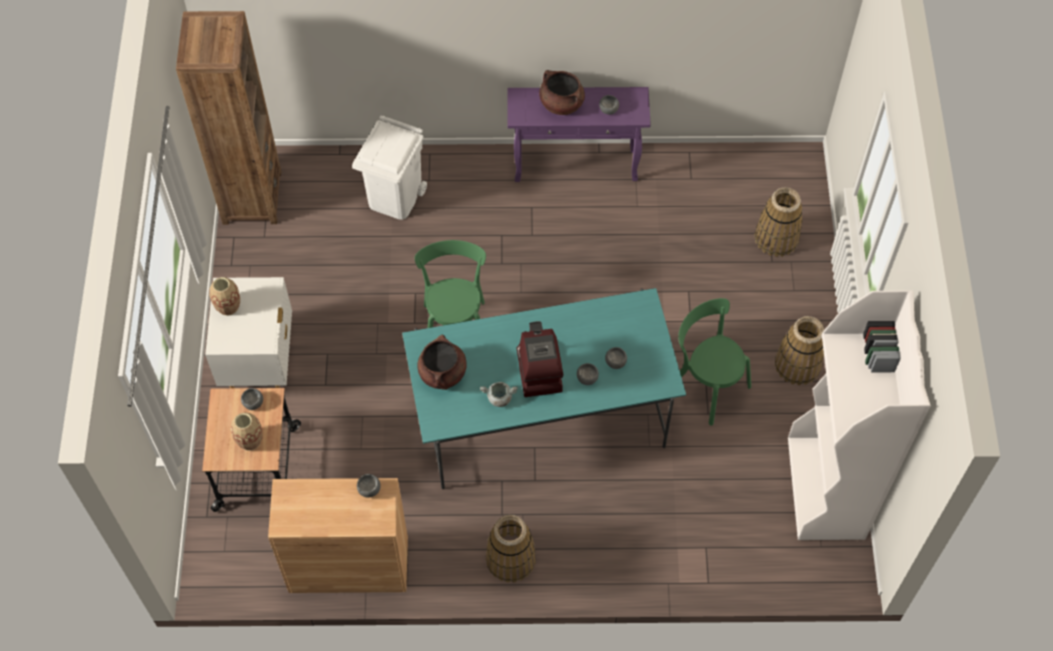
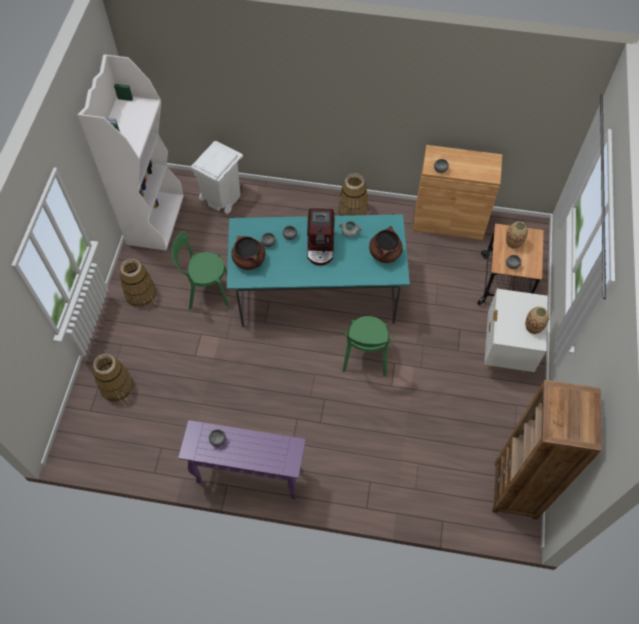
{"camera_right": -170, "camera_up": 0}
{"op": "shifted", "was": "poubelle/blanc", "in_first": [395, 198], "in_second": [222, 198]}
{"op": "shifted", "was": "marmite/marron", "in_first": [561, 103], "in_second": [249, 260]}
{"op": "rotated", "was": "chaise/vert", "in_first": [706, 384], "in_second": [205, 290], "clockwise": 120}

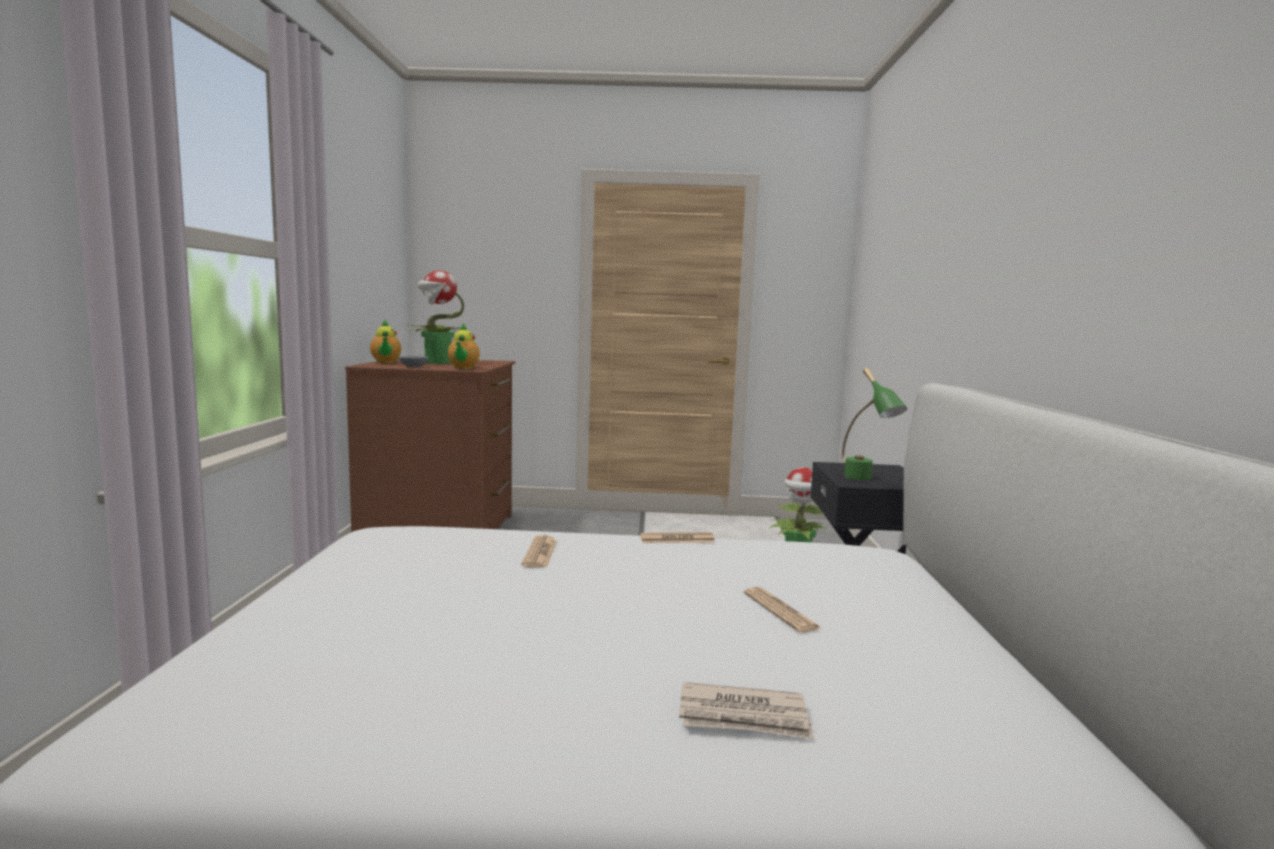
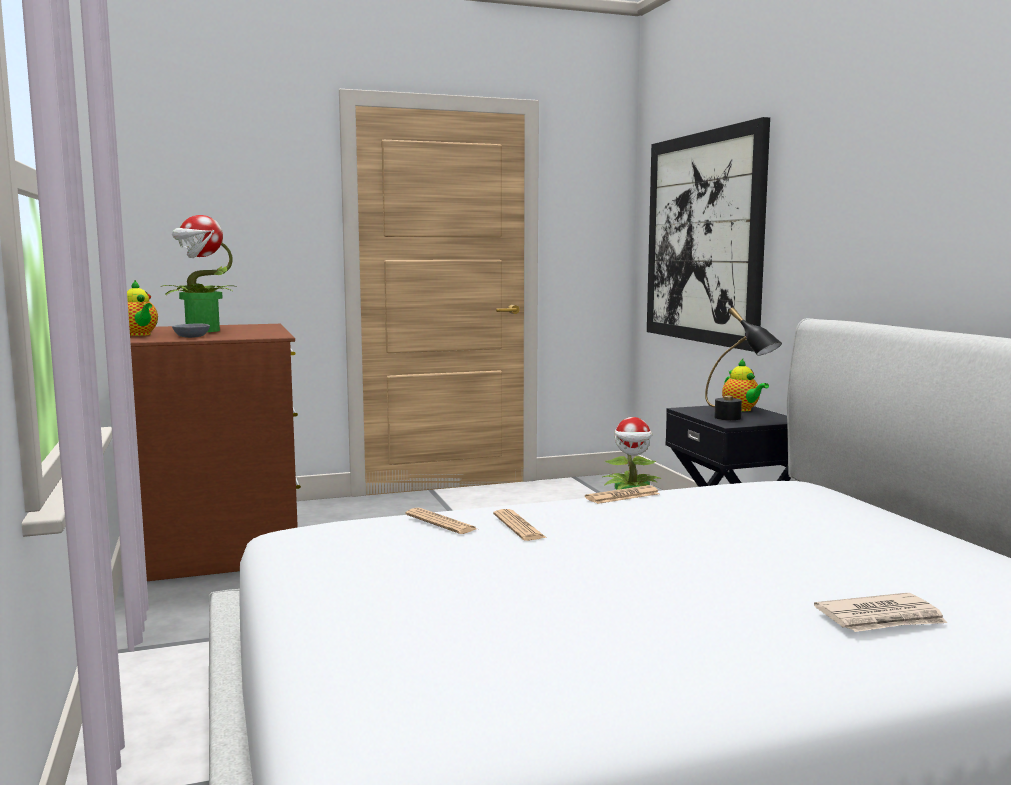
{"camera_right": -20, "camera_up": 0}
{"op": "new", "now": "tableau", "in_second": [703, 238]}
{"op": "shifted", "was": "théière", "in_first": [463, 368], "in_second": [742, 410]}
{"op": "shifted", "was": "journal", "in_first": [780, 611], "in_second": [441, 522]}
{"op": "repainted", "was": "lampe de table/vert", "now": "lampe de table/noir", "in_first": [865, 480], "in_second": [738, 419]}

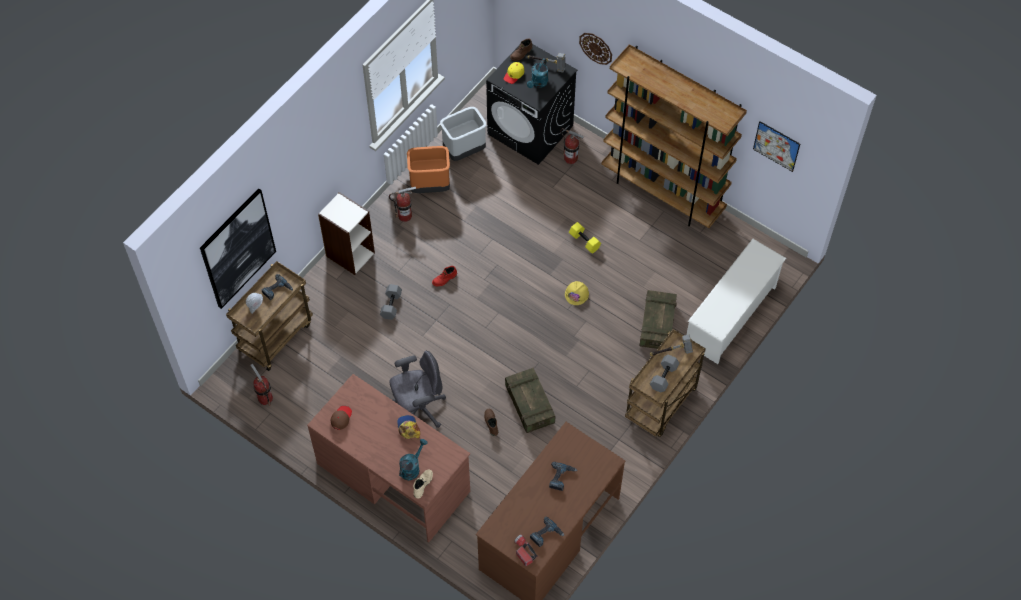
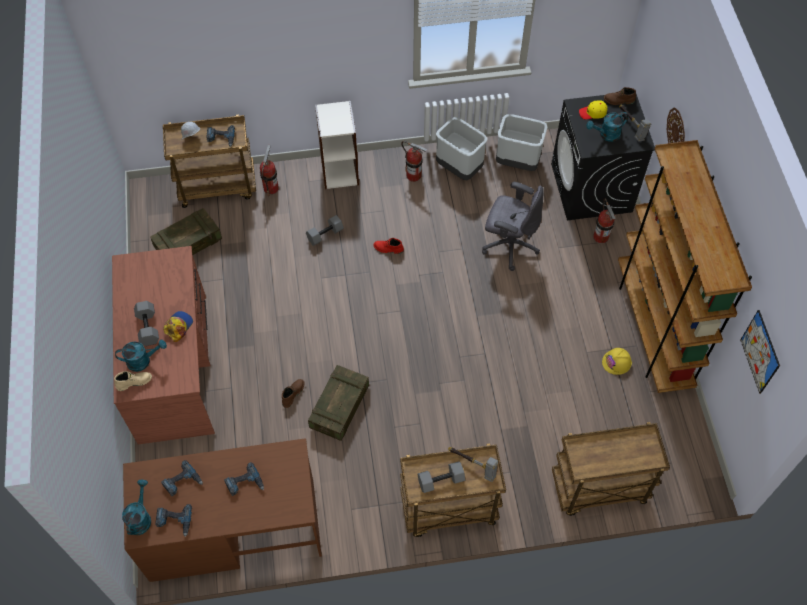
{"camera_right": 45, "camera_up": 0}
{"op": "gone", "was": "tableau", "in_first": [238, 248]}
{"op": "gone", "was": "casquette/marron", "in_first": [341, 418]}
{"op": "gone", "was": "haltère/jaune", "in_first": [584, 241]}
{"op": "new", "now": "haltère/gris", "in_second": [149, 328]}
{"op": "new", "now": "perceuse", "in_second": [182, 482]}
{"op": "shifted", "was": "extincteur", "in_first": [265, 398], "in_second": [271, 188]}
{"op": "shifted", "was": "chaise de bureau/gris", "in_first": [418, 408], "in_second": [509, 245]}
{"op": "shifted", "was": "casque de chantier/jaune", "in_first": [577, 294], "in_second": [617, 362]}
{"op": "shifted", "was": "caisse", "in_first": [657, 325], "in_second": [188, 244]}
{"op": "swapped", "was": "lampe de poche", "now": "arrosoir/turquoise", "in_first": [524, 551], "in_second": [140, 517]}
{"op": "swapped", "was": "étagère à chaussures/blanc", "now": "chariot/marron", "in_first": [731, 316], "in_second": [598, 489]}
{"op": "repainted", "was": "poubelle/orange", "now": "poubelle/gris", "in_first": [430, 186], "in_second": [459, 168]}

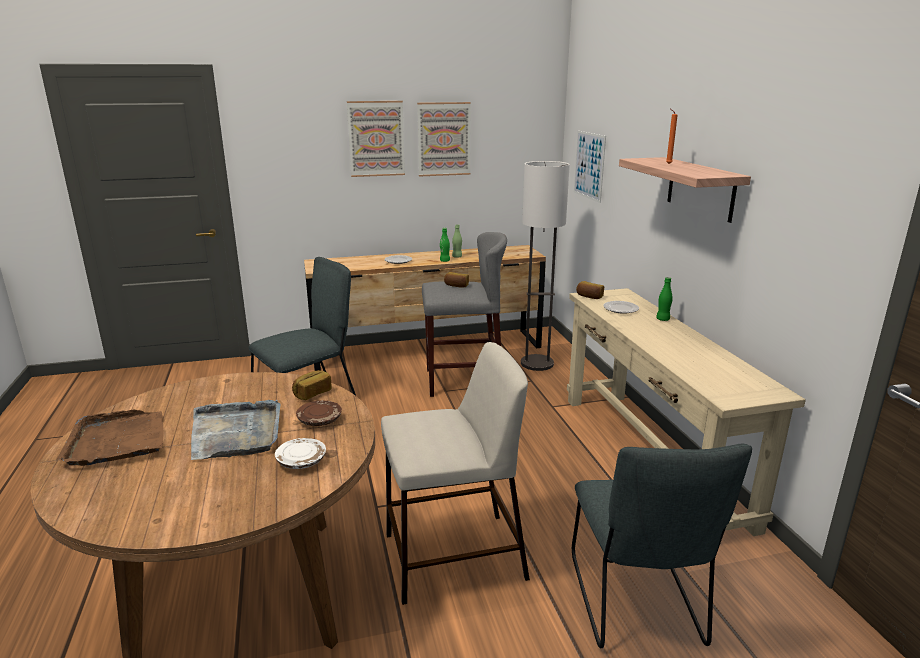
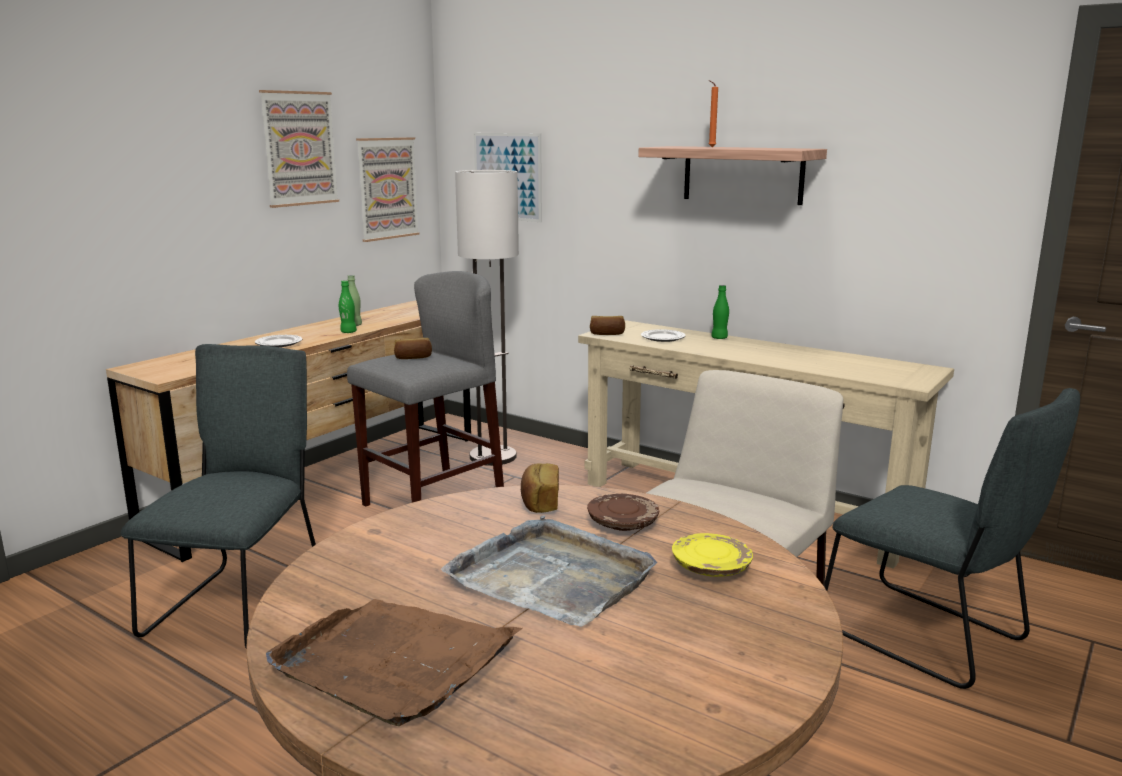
{"camera_right": -40, "camera_up": -5}
{"op": "shifted", "was": "tableau", "in_first": [376, 138], "in_second": [387, 188]}
{"op": "repainted", "was": "assiette/blanc", "now": "assiette/jaune", "in_first": [301, 461], "in_second": [711, 567]}

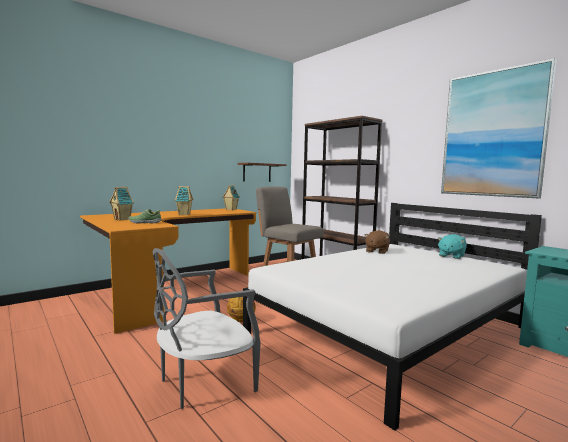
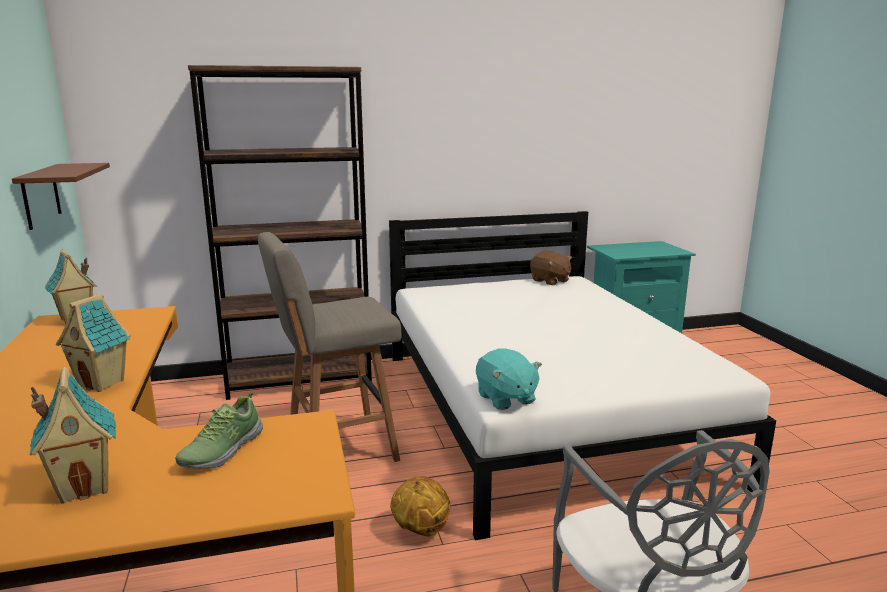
{"camera_right": -65, "camera_up": 10}
{"op": "gone", "was": "tableau", "in_first": [492, 134]}
{"op": "shifted", "was": "peluche/marron", "in_first": [376, 251], "in_second": [550, 281]}
{"op": "shifted", "was": "peluche/turquoise", "in_first": [451, 256], "in_second": [505, 398]}

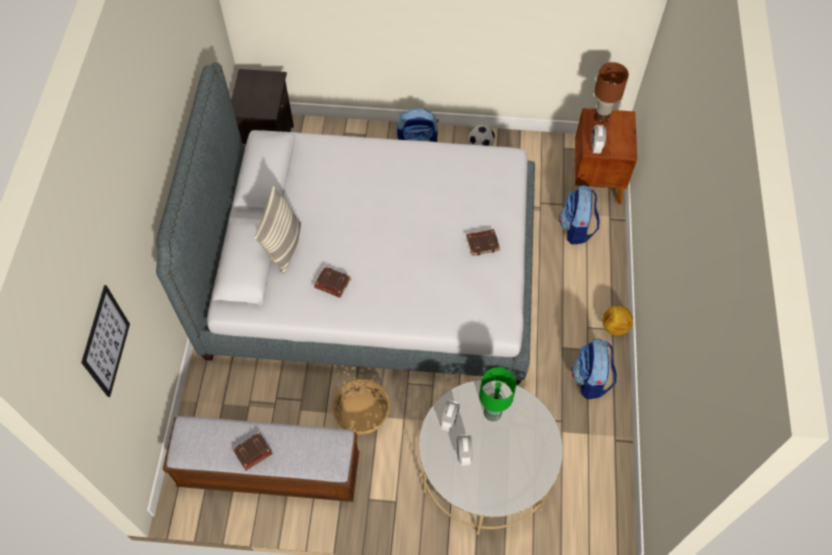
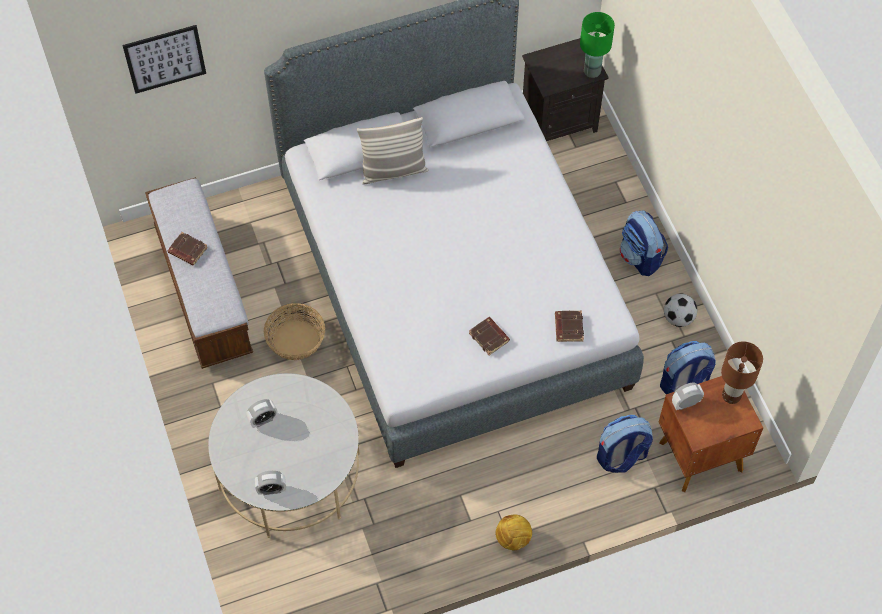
{"camera_right": 65, "camera_up": 0}
{"op": "shifted", "was": "livre/marron", "in_first": [332, 284], "in_second": [568, 327]}
{"op": "shifted", "was": "réveil", "in_first": [449, 420], "in_second": [271, 490]}
{"op": "shifted", "was": "lampe de table/vert", "in_first": [493, 413], "in_second": [592, 71]}
{"op": "shifted", "was": "sac à dos", "in_first": [590, 379], "in_second": [683, 384]}

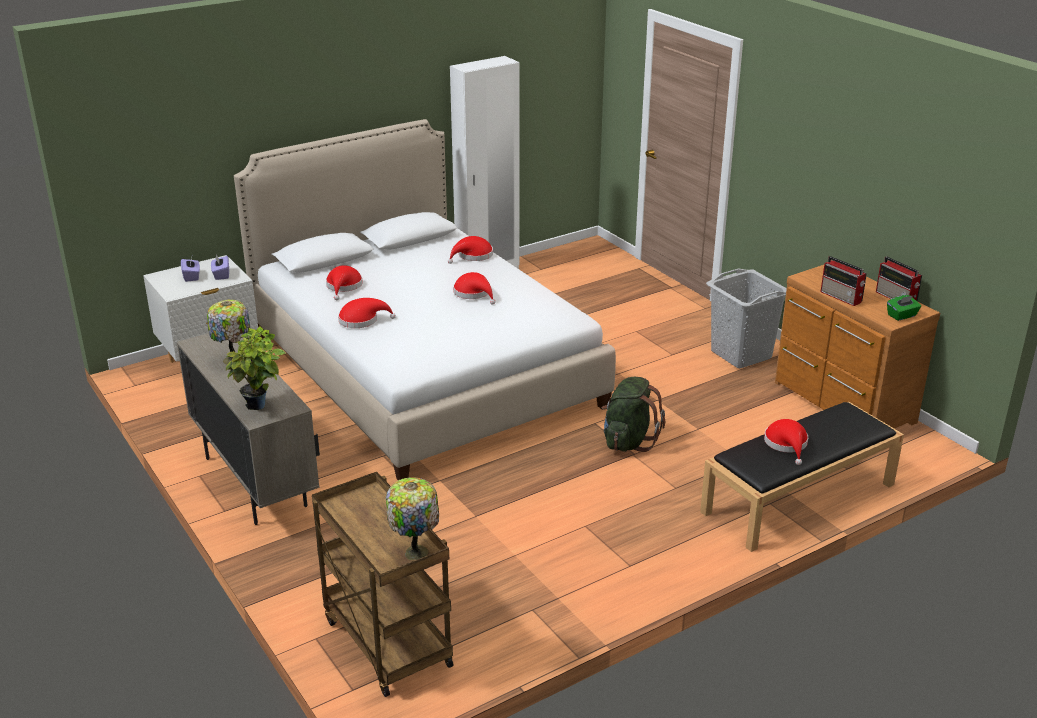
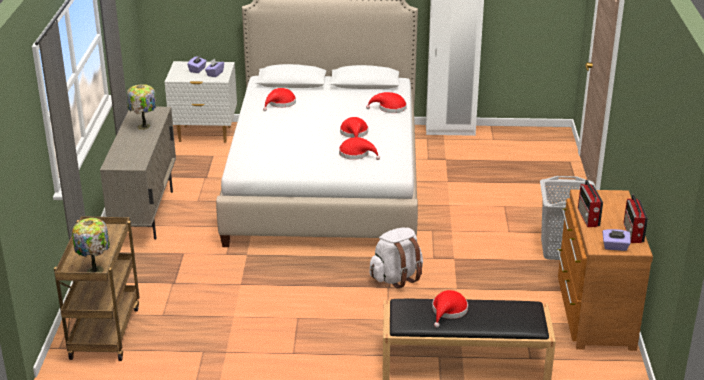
{"camera_right": 35, "camera_up": 0}
{"op": "gone", "was": "plante en pot", "in_first": [260, 407]}
{"op": "shifted", "was": "chapeau/rouge", "in_first": [362, 320], "in_second": [356, 154]}
{"op": "repainted", "was": "sac à dos/vert", "now": "sac à dos/blanc", "in_first": [628, 441], "in_second": [396, 277]}
{"op": "repainted", "was": "boîte à mouchoirs/vert", "now": "boîte à mouchoirs/violet", "in_first": [902, 316], "in_second": [615, 247]}

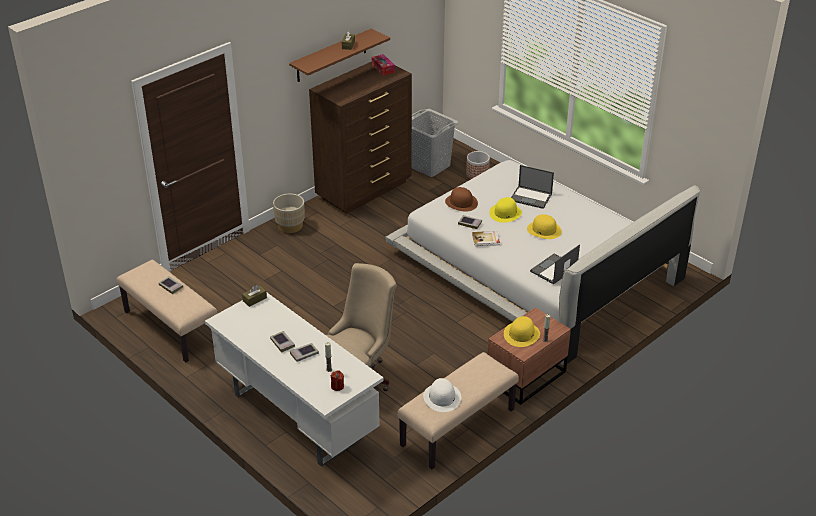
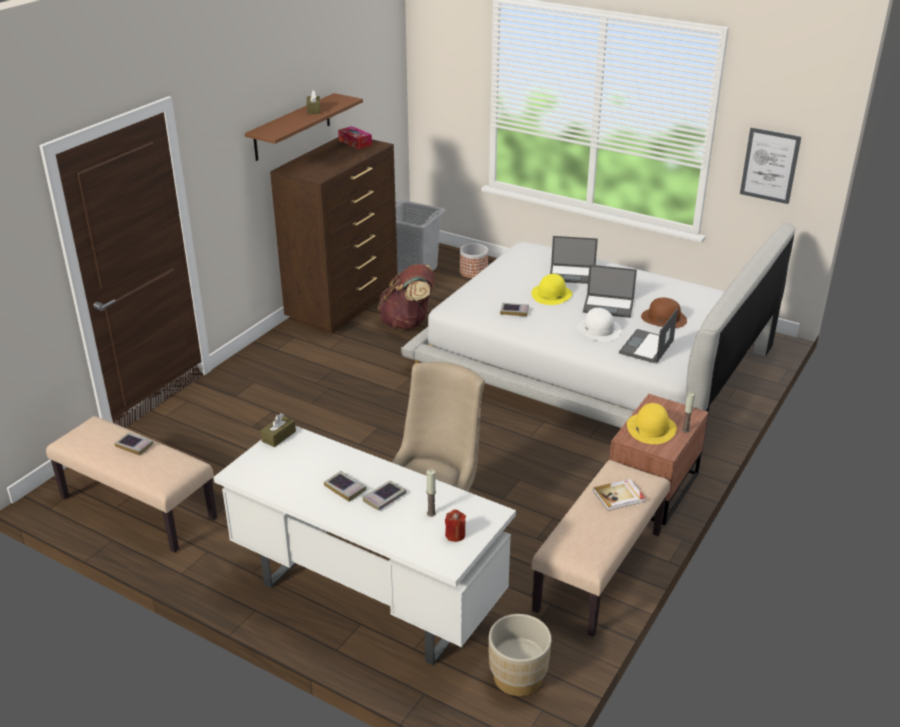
{"camera_right": -15, "camera_up": -5}
{"op": "new", "now": "sac à dos/marron", "in_second": [408, 323]}
{"op": "new", "now": "tableau", "in_second": [770, 165]}
{"op": "shifted", "was": "cache-pot/beige", "in_first": [290, 226], "in_second": [518, 677]}
{"op": "shifted", "was": "chapeau/blanc", "in_first": [442, 397], "in_second": [599, 329]}
{"op": "shifted", "was": "chapeau/marron", "in_first": [461, 202], "in_second": [664, 318]}
{"op": "shifted", "was": "livre", "in_first": [486, 239], "in_second": [619, 496]}
{"op": "swapped", "was": "chapeau/jaune", "now": "ordinateur portable", "in_first": [544, 230], "in_second": [609, 306]}

